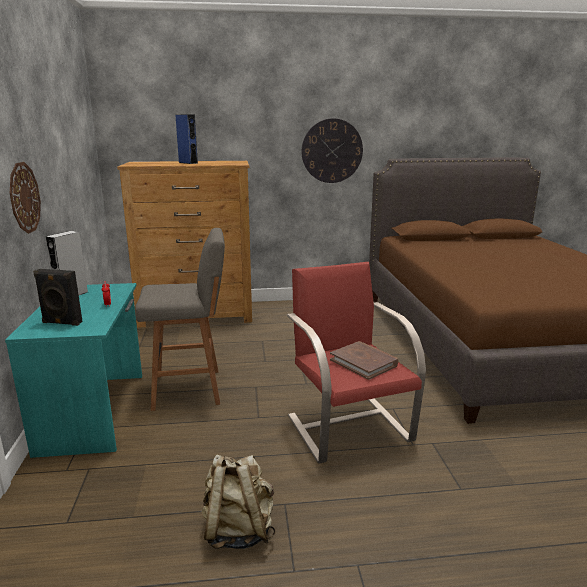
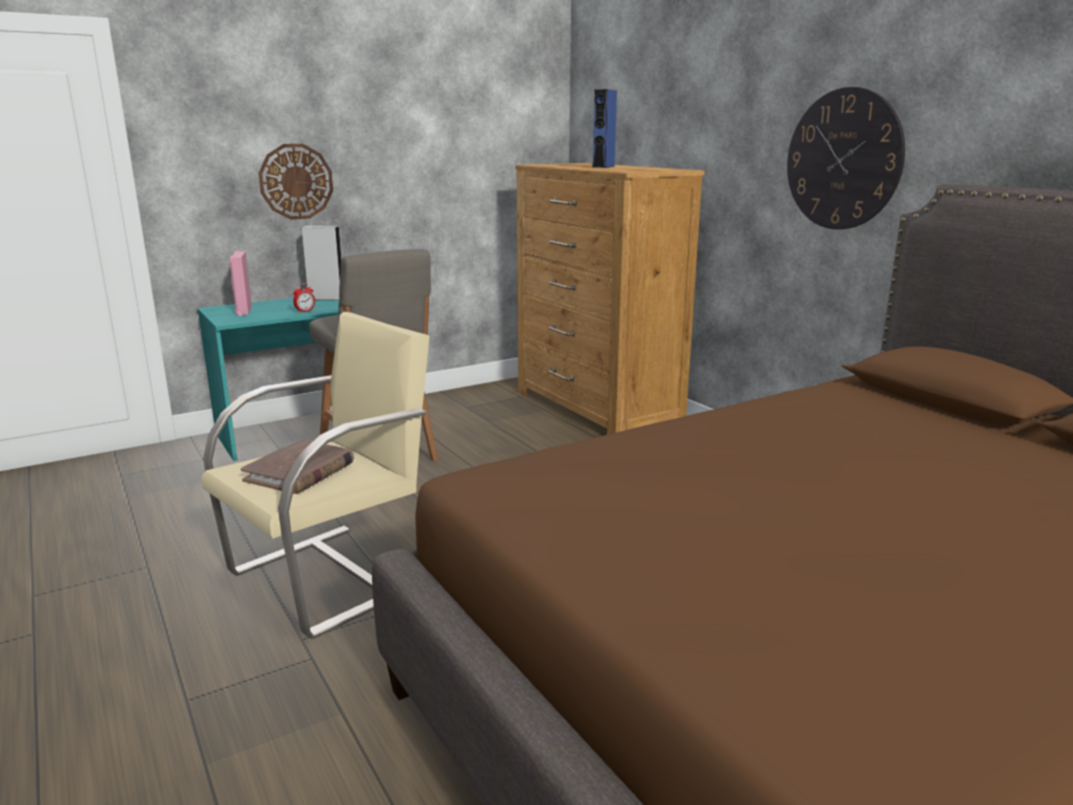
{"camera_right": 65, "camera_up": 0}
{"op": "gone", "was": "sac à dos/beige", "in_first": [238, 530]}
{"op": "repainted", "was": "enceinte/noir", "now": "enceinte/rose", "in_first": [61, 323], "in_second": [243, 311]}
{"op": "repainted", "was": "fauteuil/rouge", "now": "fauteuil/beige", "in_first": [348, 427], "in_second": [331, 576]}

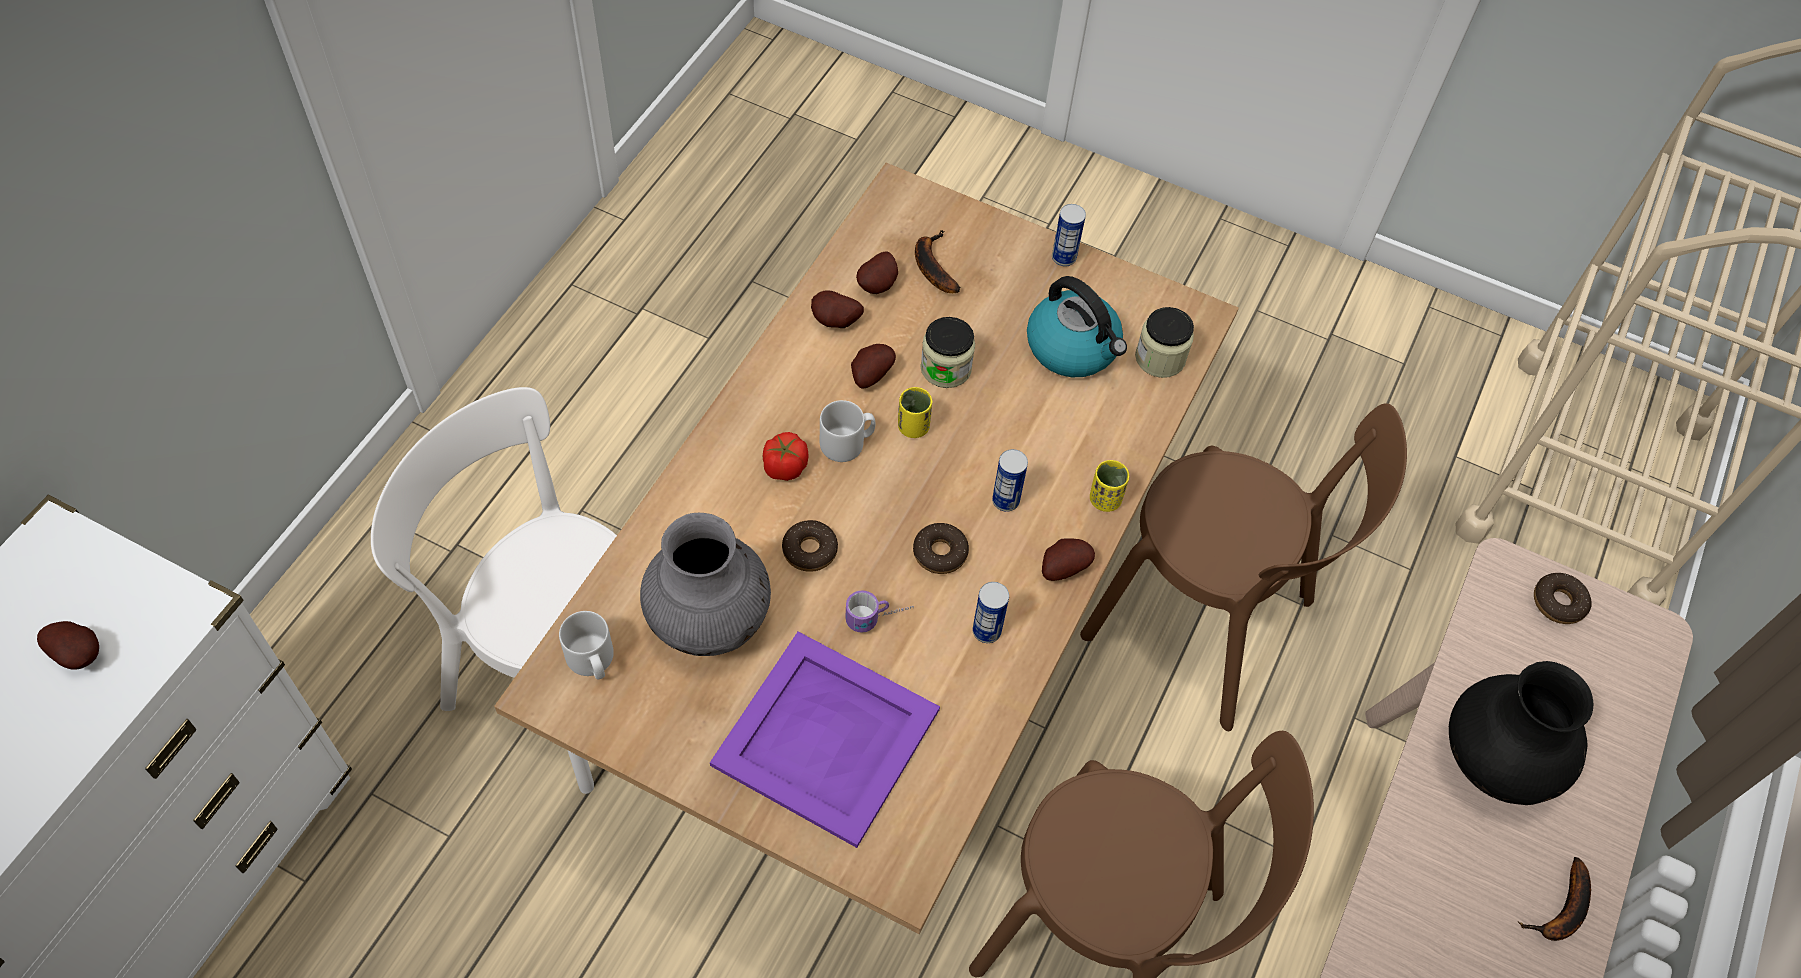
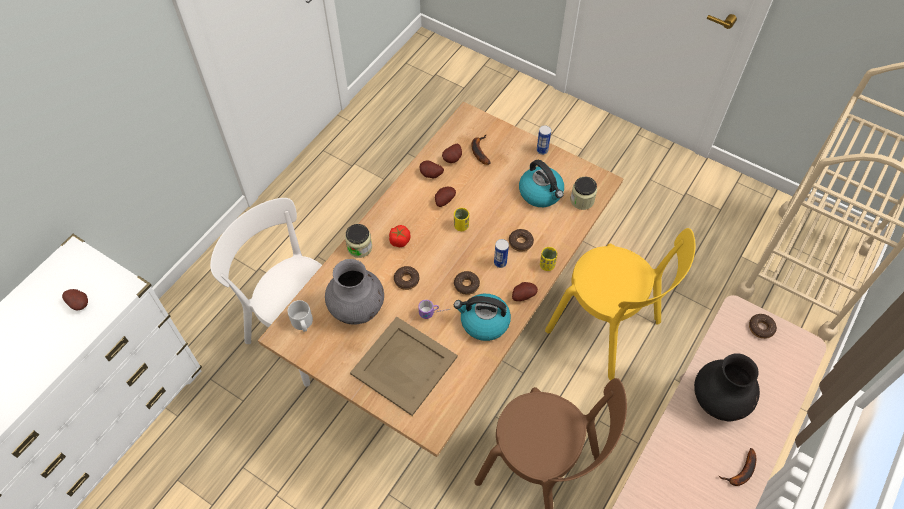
{"camera_right": 10, "camera_up": 0}
{"op": "gone", "was": "mug/gris", "in_first": [847, 443]}
{"op": "new", "now": "beignet", "in_second": [520, 242]}
{"op": "shifted", "was": "bocal", "in_first": [946, 368], "in_second": [359, 247]}
{"op": "swapped", "was": "boîte métallique", "now": "bouilloire", "in_first": [986, 631], "in_second": [483, 322]}
{"op": "repainted", "was": "plateau/violet", "now": "plateau/beige", "in_first": [824, 738], "in_second": [403, 365]}
{"op": "repainted", "was": "chaise/marron", "now": "chaise/jaune", "in_first": [1208, 624], "in_second": [607, 329]}

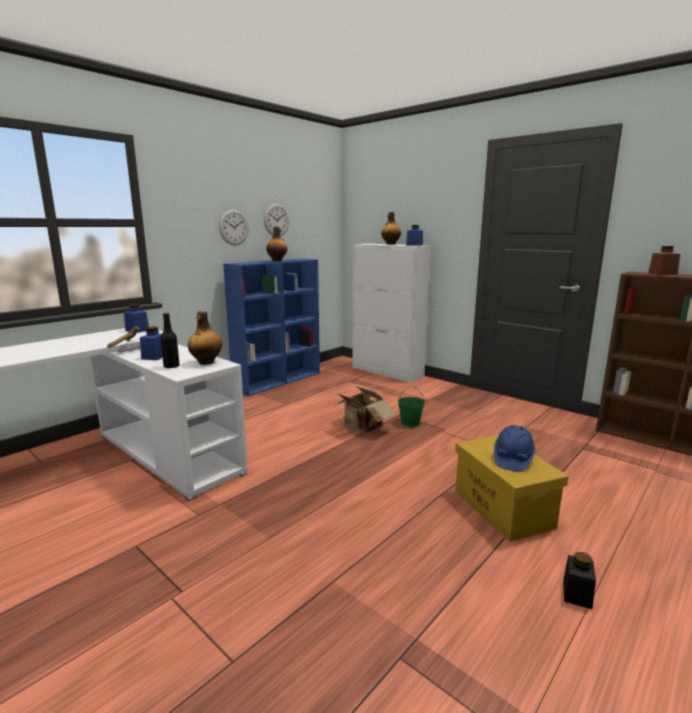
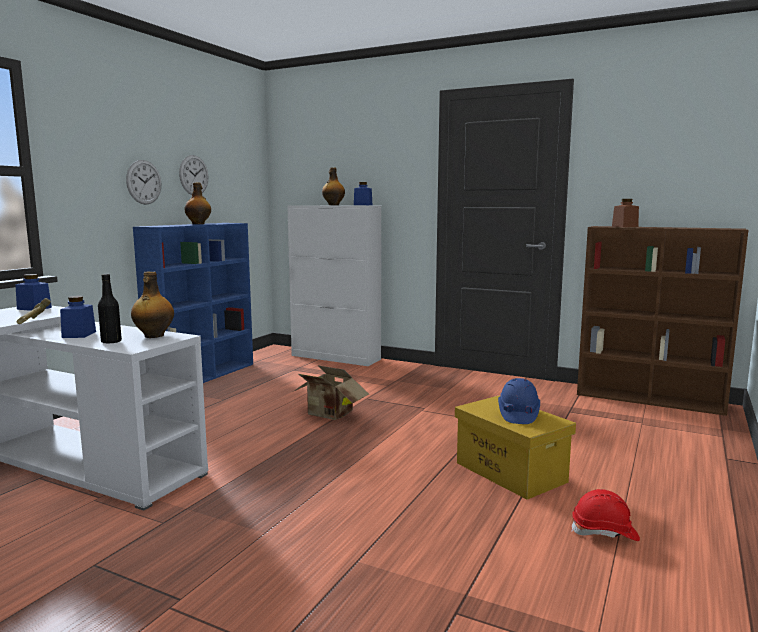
{"camera_right": -15, "camera_up": -5}
{"op": "gone", "was": "seau/vert", "in_first": [410, 422]}
{"op": "swapped", "was": "bocal/noir", "now": "casque de chantier/rouge", "in_first": [577, 594], "in_second": [604, 532]}

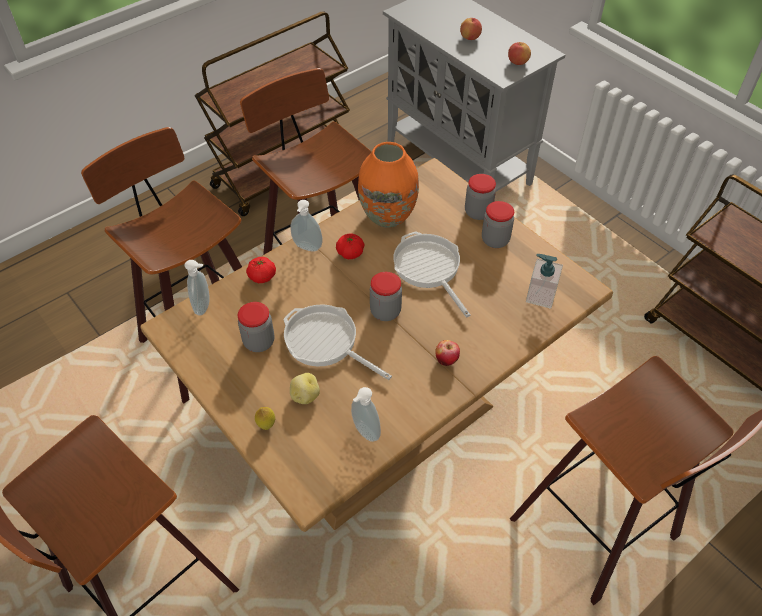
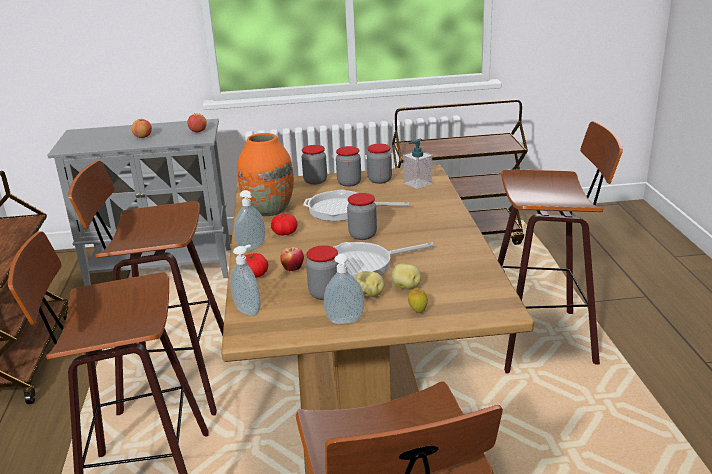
{"camera_right": -55, "camera_up": -25}
{"op": "new", "now": "pomme de terre", "in_second": [369, 295]}
{"op": "new", "now": "bocal", "in_second": [379, 180]}
{"op": "shifted", "was": "distributeur de savon", "in_first": [364, 432], "in_second": [345, 322]}
{"op": "shifted", "was": "pomme", "in_first": [446, 360], "in_second": [293, 269]}

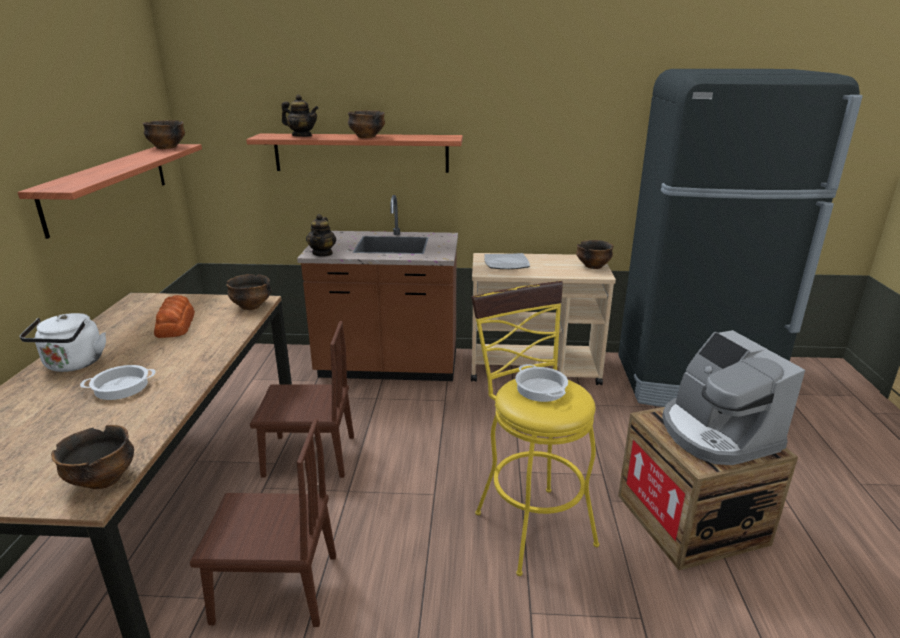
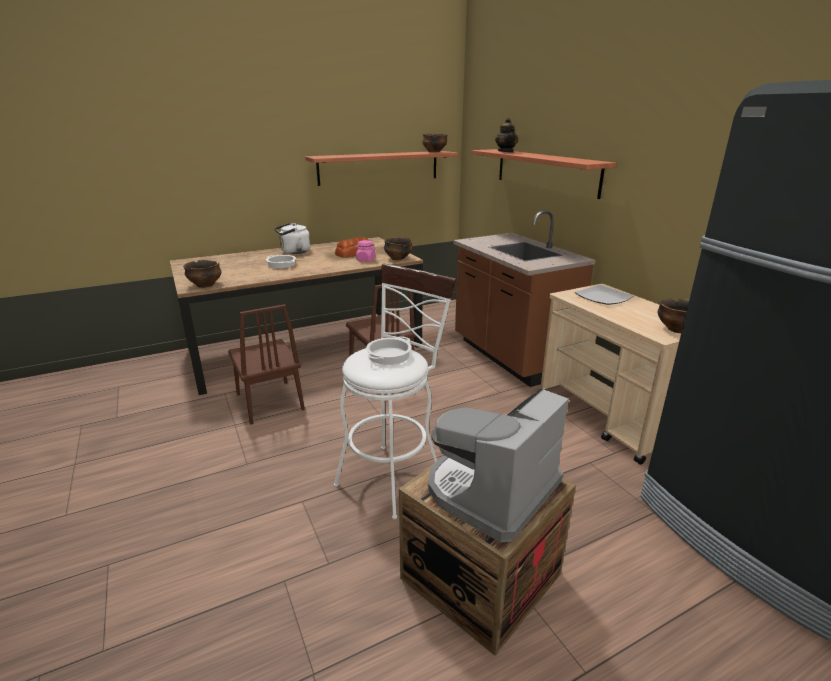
{"camera_right": 60, "camera_up": 0}
{"op": "gone", "was": "théière", "in_first": [323, 253]}
{"op": "gone", "was": "bol", "in_first": [367, 137]}
{"op": "new", "now": "bocal/rose", "in_second": [365, 260]}
{"op": "repainted", "was": "tabouret/jaune", "now": "tabouret/blanc", "in_first": [529, 521], "in_second": [394, 474]}

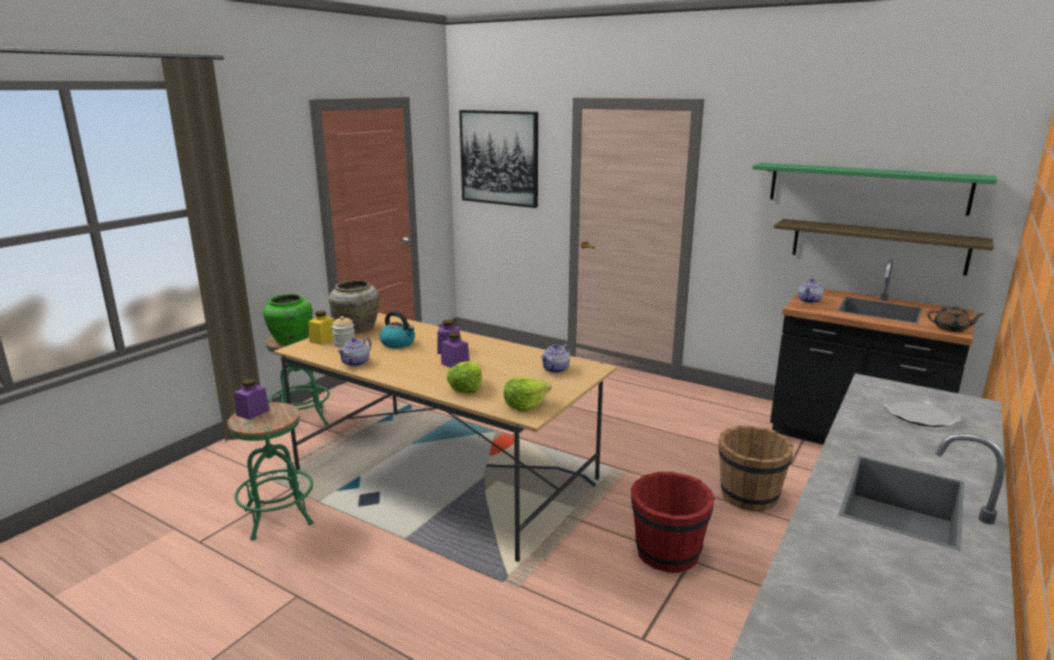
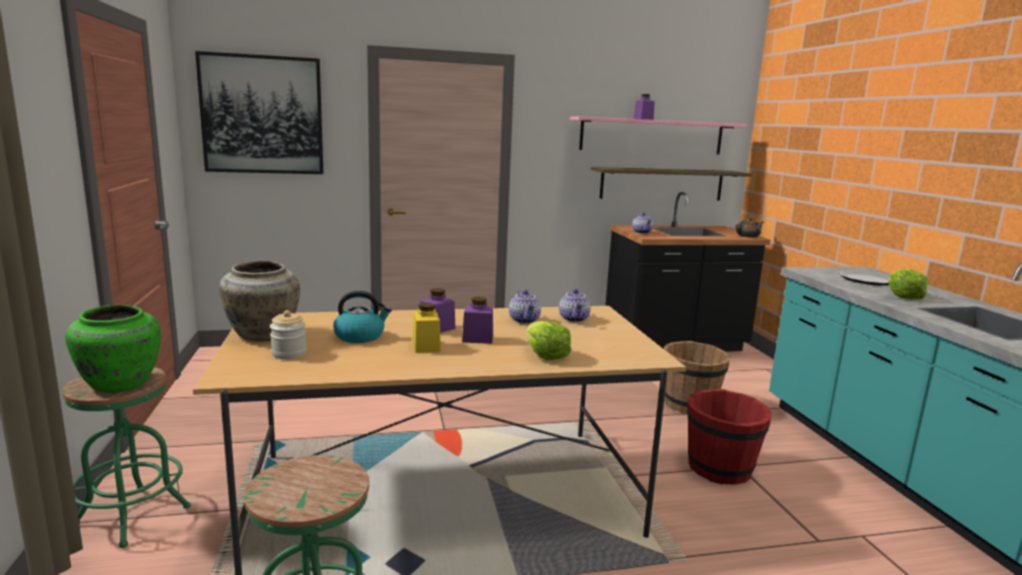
{"camera_right": -45, "camera_up": -5}
{"op": "shifted", "was": "bocal/violet", "in_first": [253, 412], "in_second": [643, 119]}
{"op": "shifted", "was": "bocal/jaune", "in_first": [323, 340], "in_second": [426, 346]}
{"op": "shifted", "was": "théière", "in_first": [356, 363], "in_second": [525, 320]}
{"op": "shifted", "was": "laitue", "in_first": [525, 405], "in_second": [903, 296]}
{"op": "repainted", "was": "étagère/vert", "now": "étagère/rose", "in_first": [866, 187], "in_second": [652, 136]}

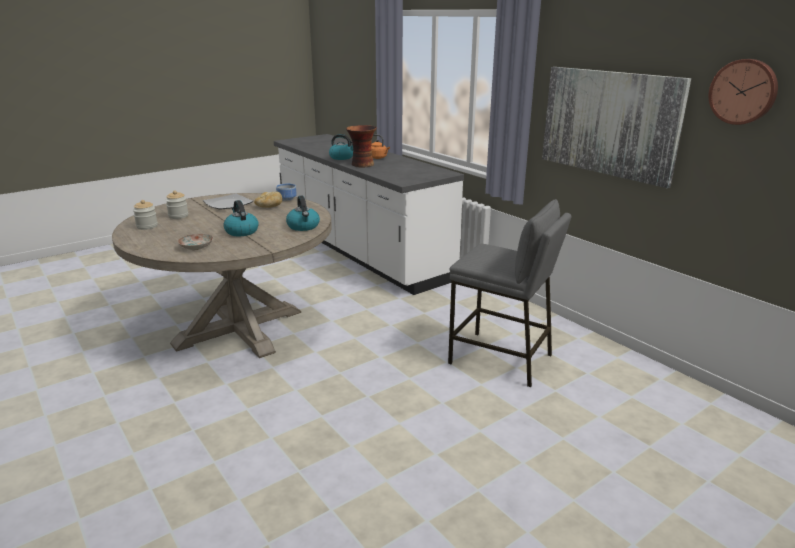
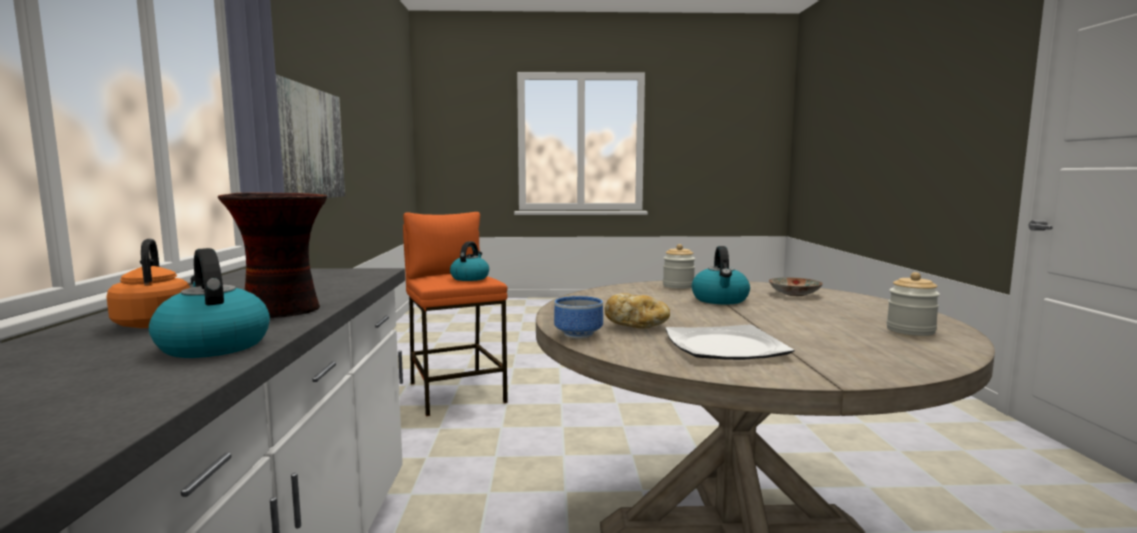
{"camera_right": -145, "camera_up": -15}
{"op": "gone", "was": "horloge murale", "in_first": [743, 91]}
{"op": "shifted", "was": "bocal", "in_first": [178, 216], "in_second": [678, 286]}
{"op": "shifted", "was": "bouilloire", "in_first": [303, 226], "in_second": [470, 278]}
{"op": "repainted", "was": "tabouret/gris", "now": "tabouret/orange", "in_first": [501, 359], "in_second": [456, 392]}

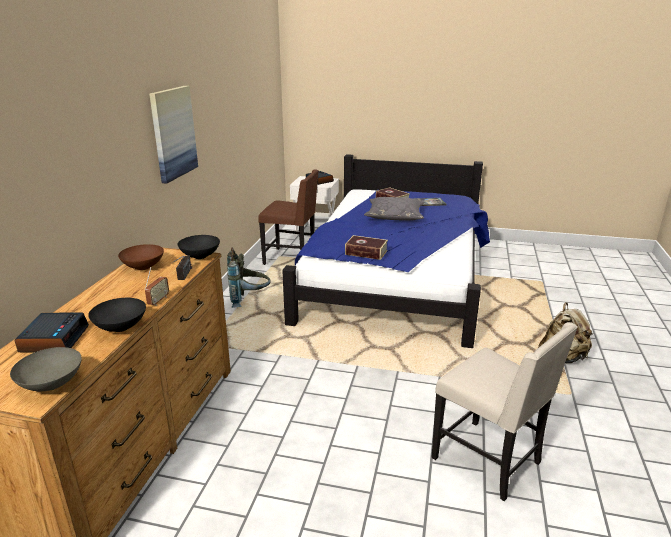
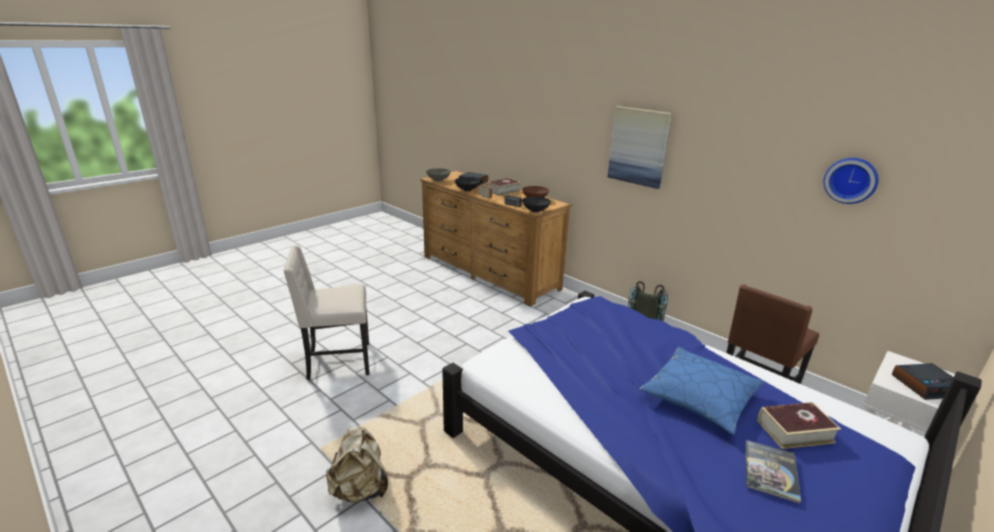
{"camera_right": 120, "camera_up": 0}
{"op": "new", "now": "horloge murale", "in_second": [851, 180]}
{"op": "shifted", "was": "livre", "in_first": [366, 252], "in_second": [503, 191]}
{"op": "repainted", "was": "coussin/gris", "now": "coussin/bleu", "in_first": [394, 216], "in_second": [700, 397]}

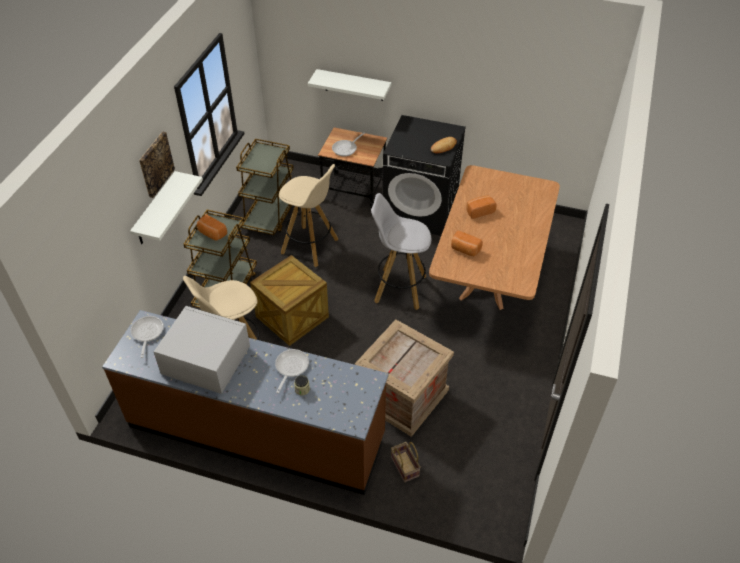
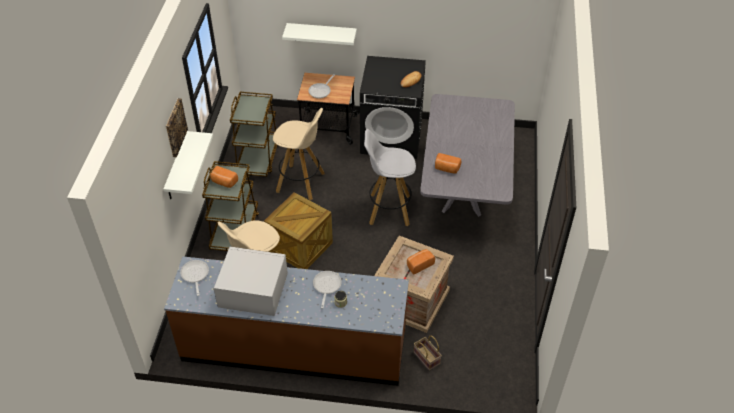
{"camera_right": -10, "camera_up": 0}
{"op": "shifted", "was": "pain", "in_first": [479, 211], "in_second": [419, 265]}
{"op": "repainted", "was": "table à manger/marron", "now": "table à manger/gris", "in_first": [488, 280], "in_second": [463, 193]}

